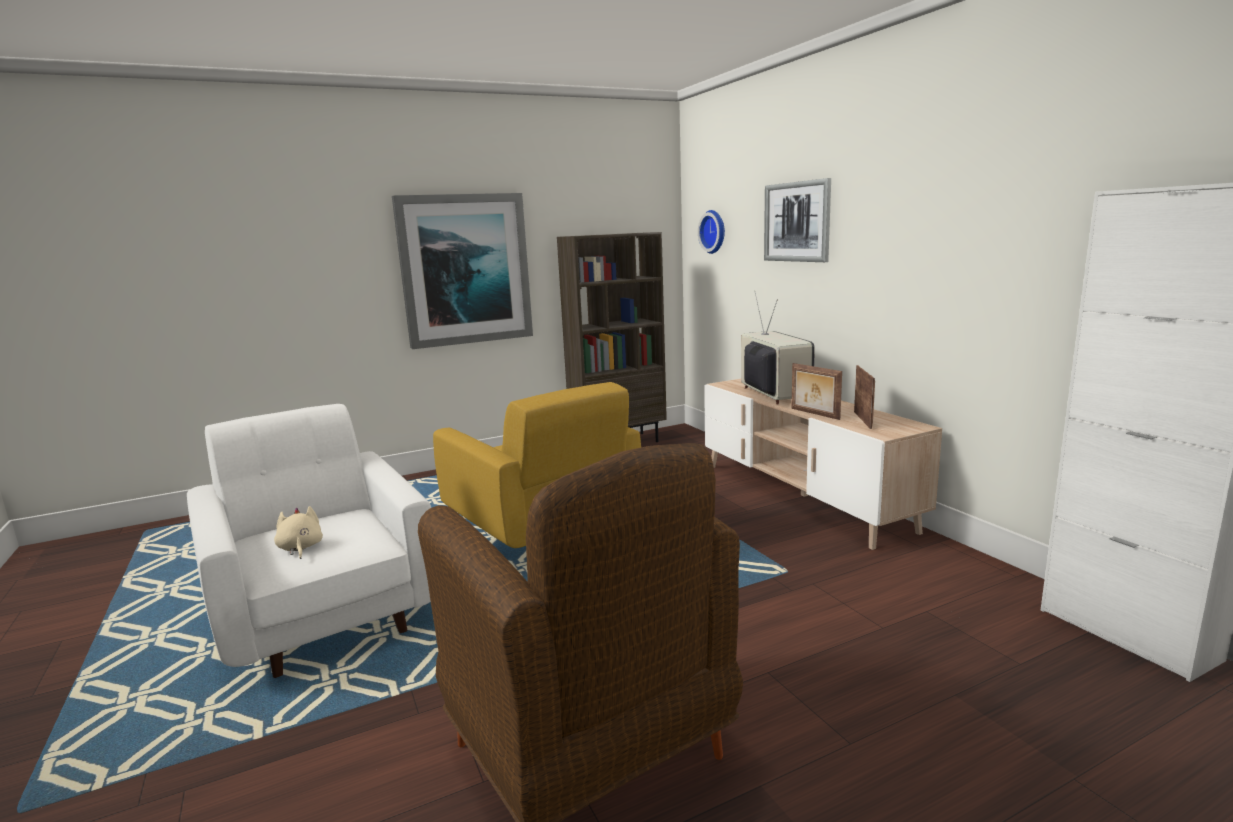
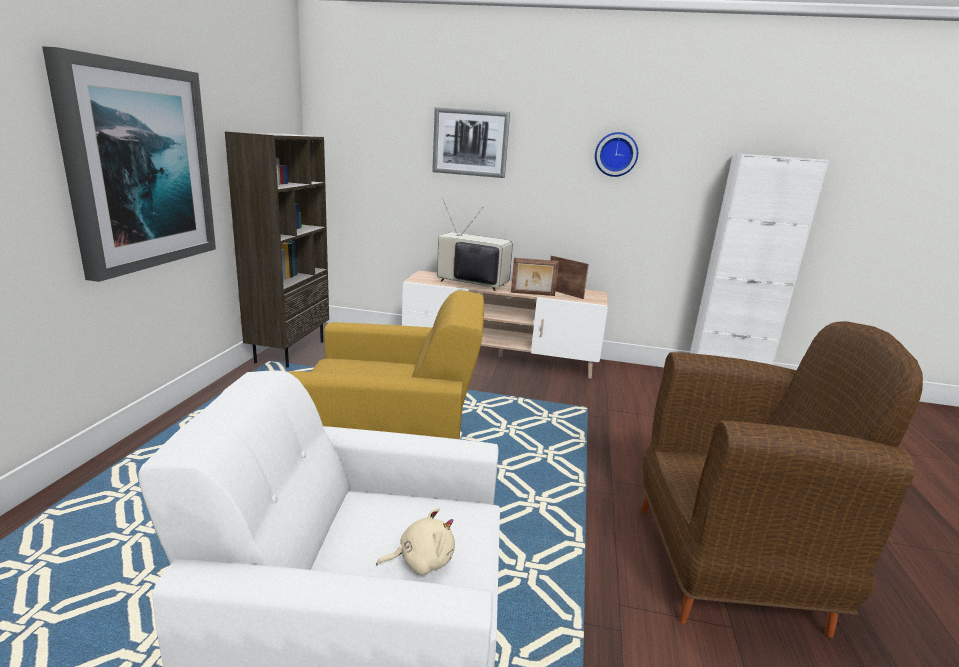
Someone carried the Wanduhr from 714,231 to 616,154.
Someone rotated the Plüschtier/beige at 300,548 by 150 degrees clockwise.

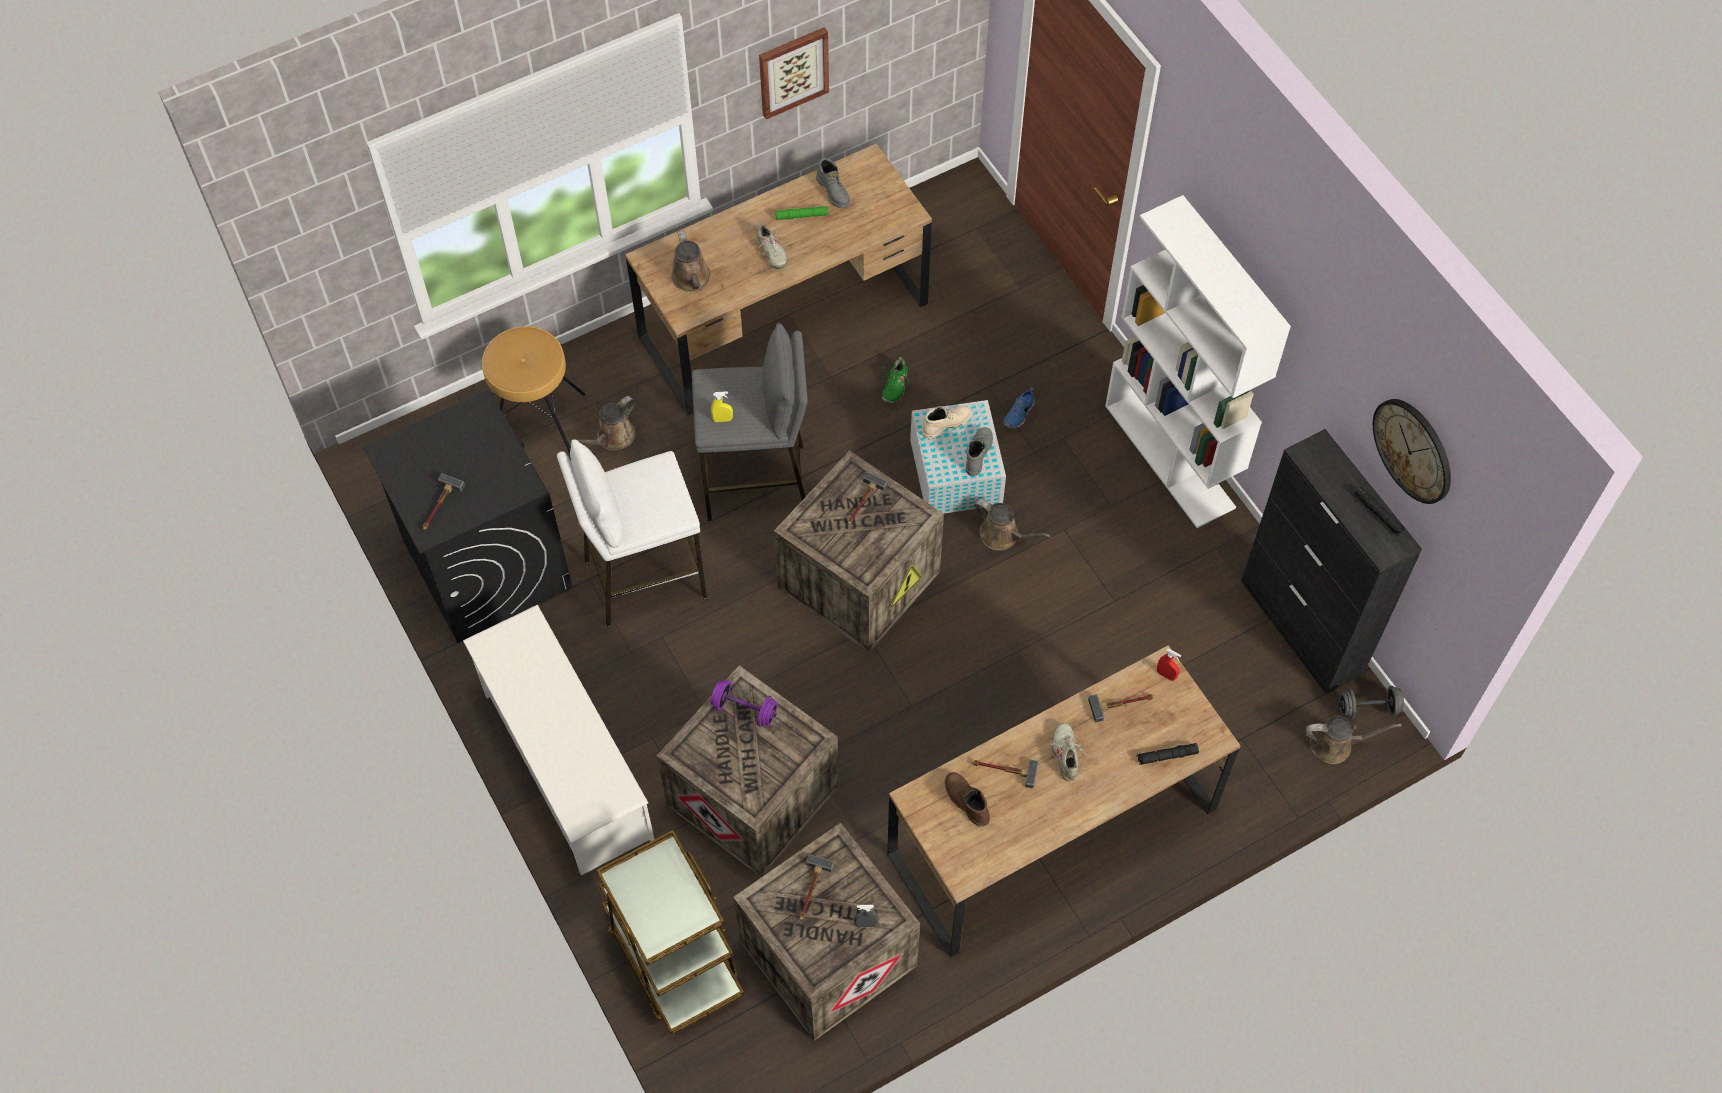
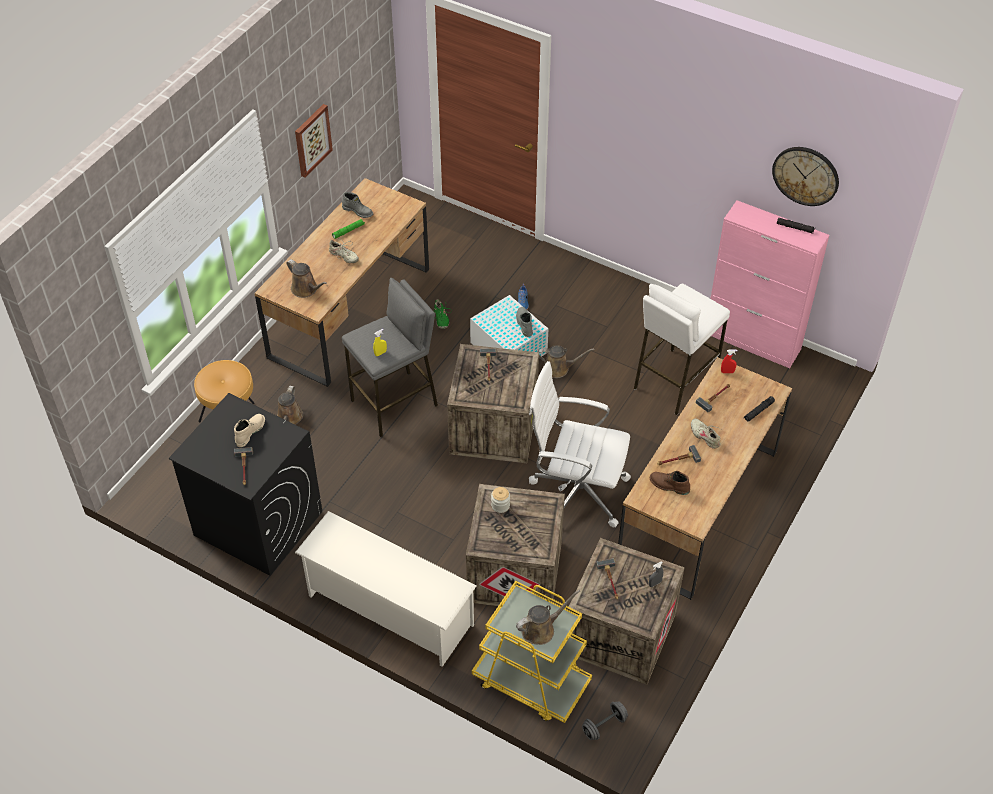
Someone took away the Bücherregal/weiß at 1171,456.
Someone carried the Stiefel/beige from 946,424 to 249,432.
Someone repainted the Schrank/schwarz at 1302,627, which became the Schrank/rosa at 753,341.
Someone carried the Hocker/weiß from 644,577 to 674,382.
Someone swapped the Hantel/lila at 744,710 for the Vorratsglas at 500,505.
Someone carried the Hantel/grau from 1368,708 to 604,725.
Someone carried the Gießkanne/braun from 1335,745 to 541,629.
Someone repainted the Rollwagen/braun at 673,955, which became the Rollwagen/gelb at 530,682.
Someone put down the Bürostuhl/weiß at 576,491.

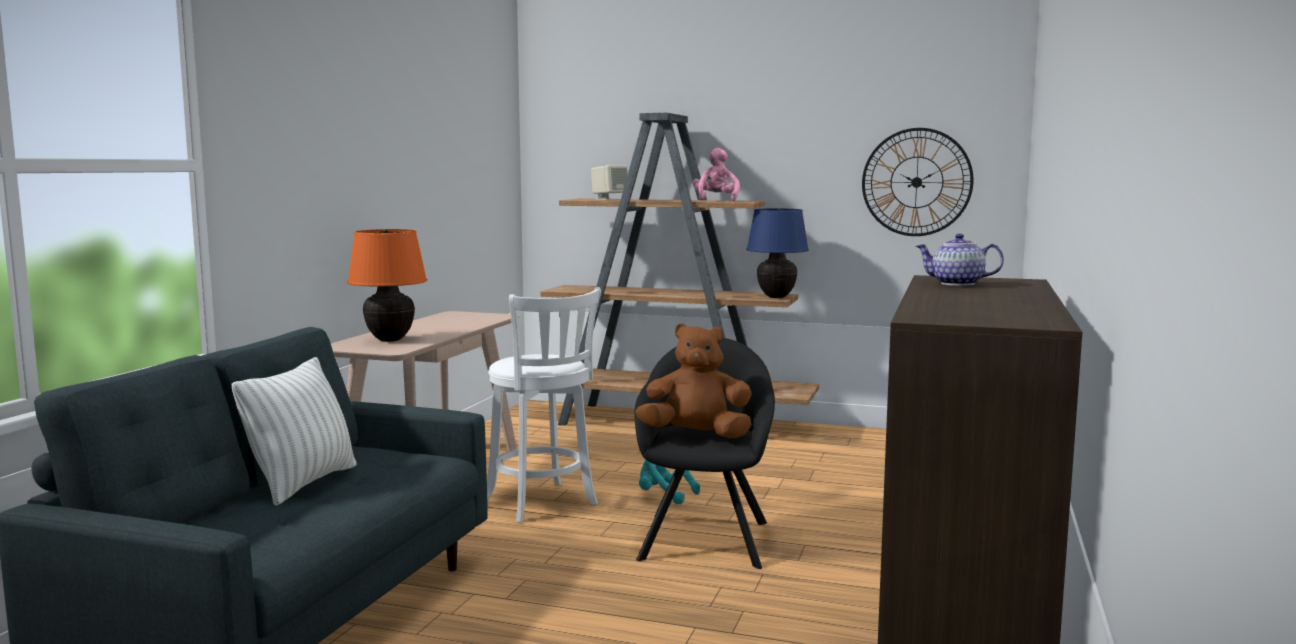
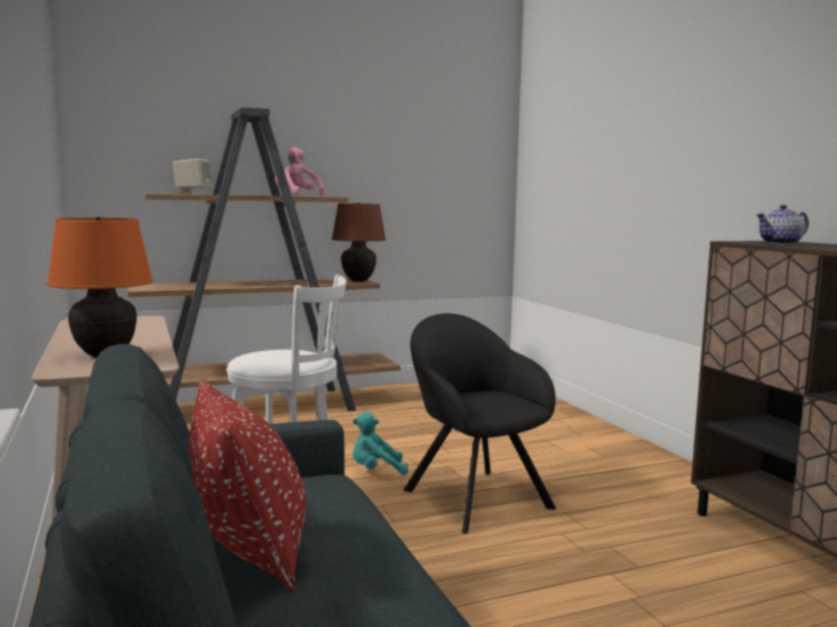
Someone took away the Wanduhr at 916,182.
Someone repainted the Tischlampe/blau at 776,297, which became the Tischlampe/braun at 358,281.
Someone took away the Plüschtier/braun at 696,435.
Someone repainted the Kissen/weiß at 303,483, which became the Kissen/rot at 249,552.

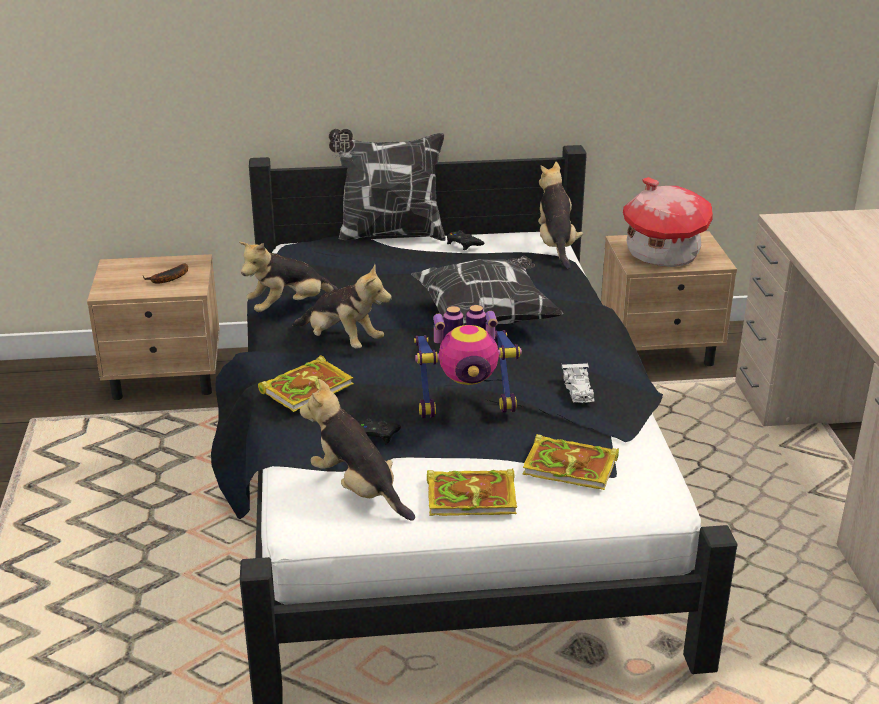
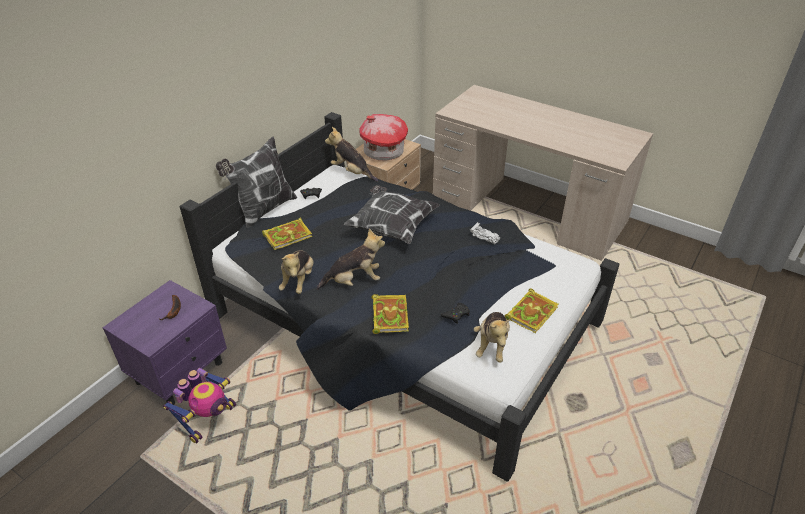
Someone repainted the Nachttisch/beige at 166,378, which became the Nachttisch/lila at 181,371.
Someone carried the Spielzeugroboter from 466,406 to 209,419.
Someone rotated the Plüschtier at 358,490 by 75 degrees counterclockwise.
Someone carried the Buch from 572,467 to 288,235.

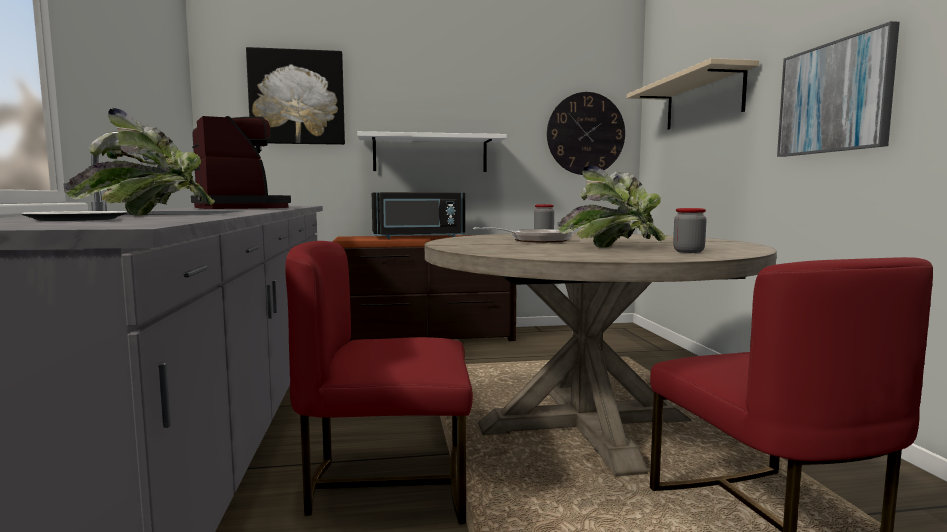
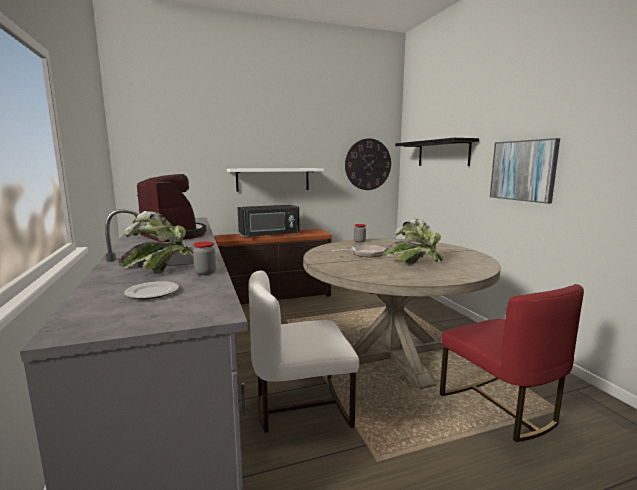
Someone took away the Bild at 297,97.
Someone repainted the Wandregal/beige at 703,100, which became the Wandregal/schwarz at 443,153.
Someone carried the Vorratsglas from 688,251 to 205,272.
Someone repainted the Stuhl/rot at 388,484, which became the Stuhl/weiß at 301,407.

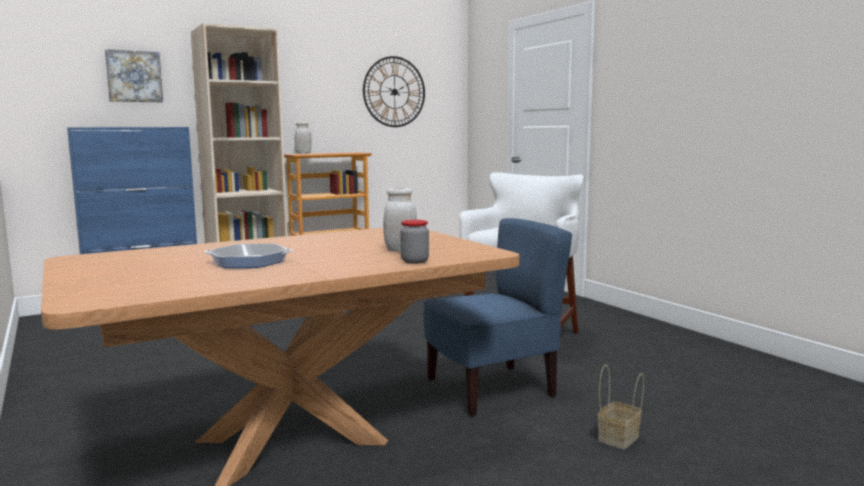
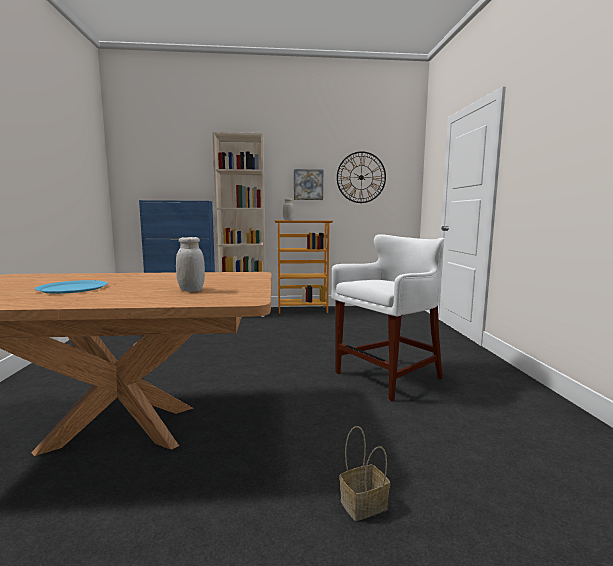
Someone carried the Bild from 134,76 to 308,185.
Someone took away the Stuhl/blau at 491,389.
Someone took away the Vorratsglas at 415,261.
Someone swapped the Pfanne at 249,262 for the Teller/blau at 72,288.

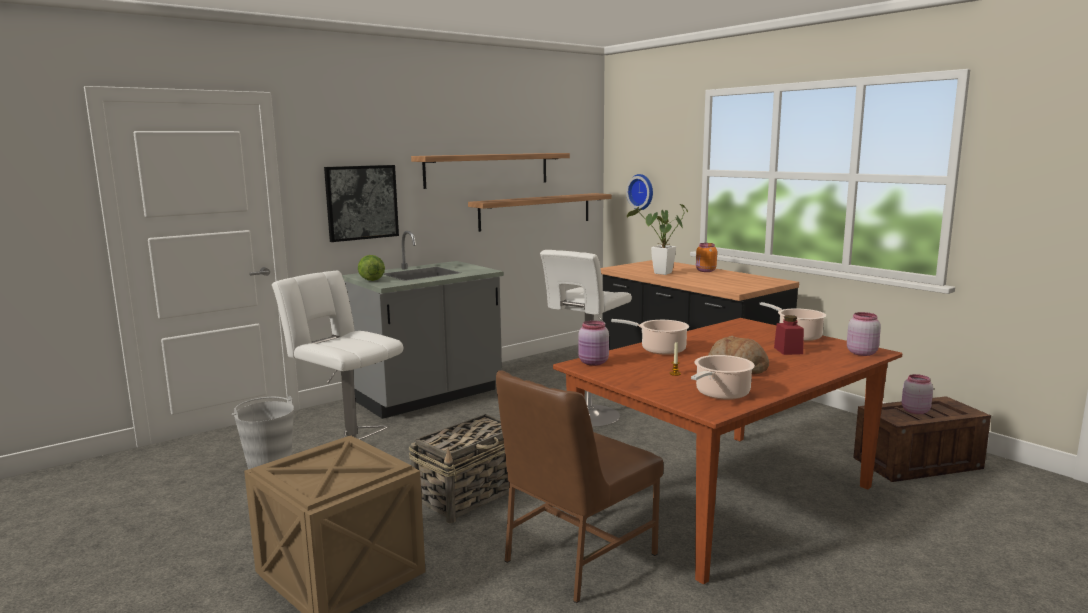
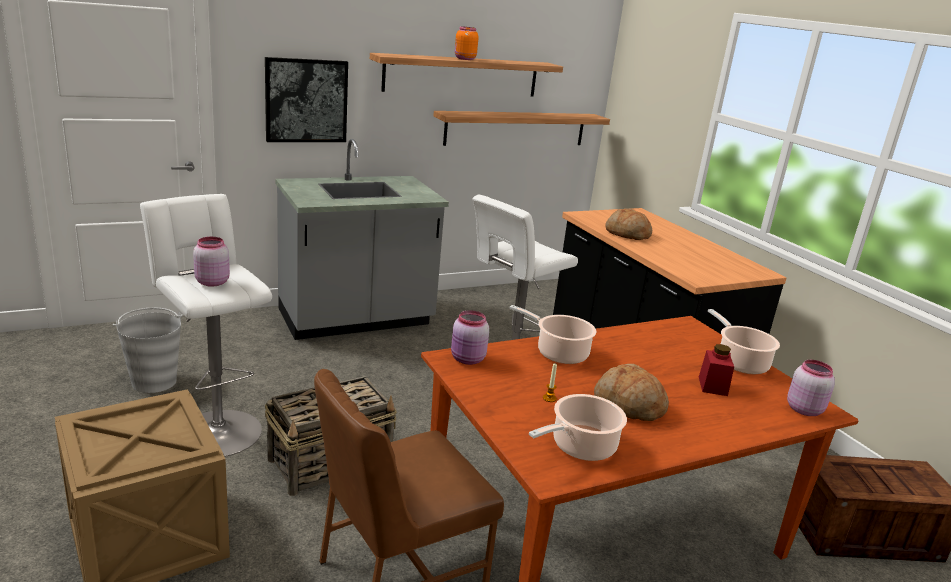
Someone took away the Wanduhr at 642,192.
Someone swapped the Topfpflanze at 660,274 for the Brot at 627,234.
Someone carried the Vorratsglas/orange from 705,271 to 464,59.
Someone took away the Salatkopf at 371,280.
Someone carried the Vorratsglas/rosa from 914,411 to 212,282.

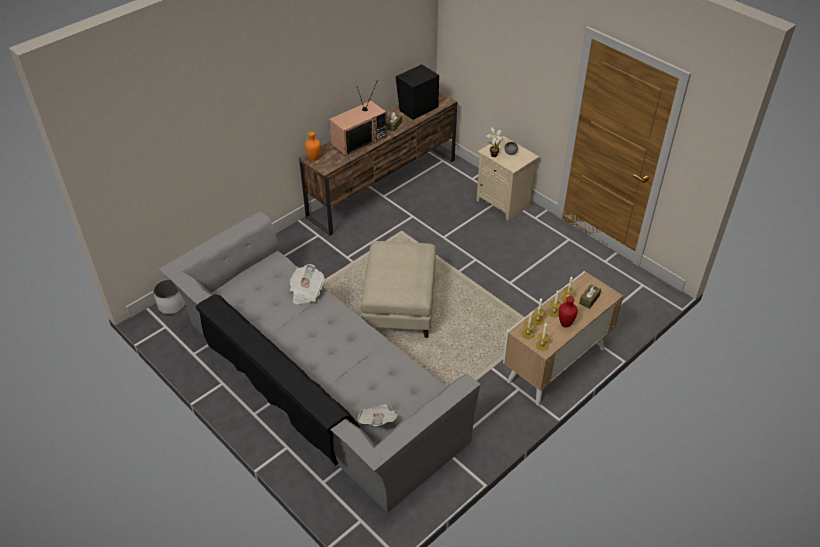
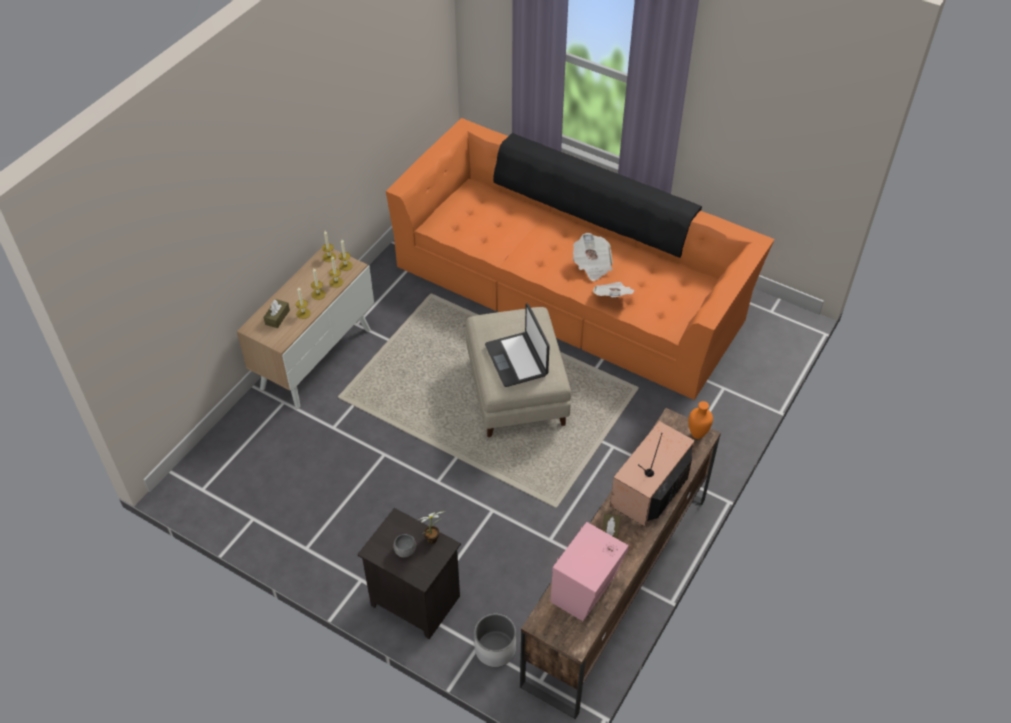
Someone repainted the Lautsprecher/schwarz at 417,108, which became the Lautsprecher/rosa at 586,590.
Someone repainted the Nachttisch/beige at 504,203, which became the Nachttisch/schwarz at 413,601.
Someone repainted the Sofa/grau at 315,384, which became the Sofa/orange at 573,286.
Someone carried the Pflanzkübel/weiß from 172,305 to 495,649.
Someone took away the Vase/rot at 564,324.
Someone carried the Zeitung from 378,421 to 592,265.
Someone put down the Laptop at 517,360.

